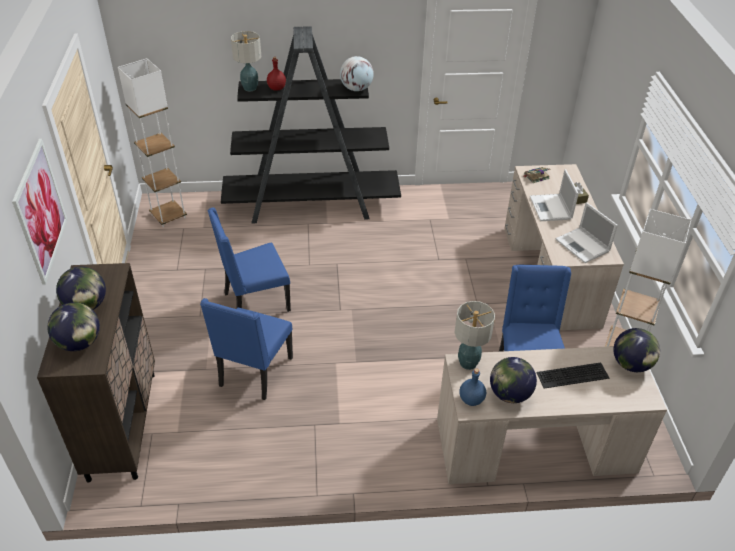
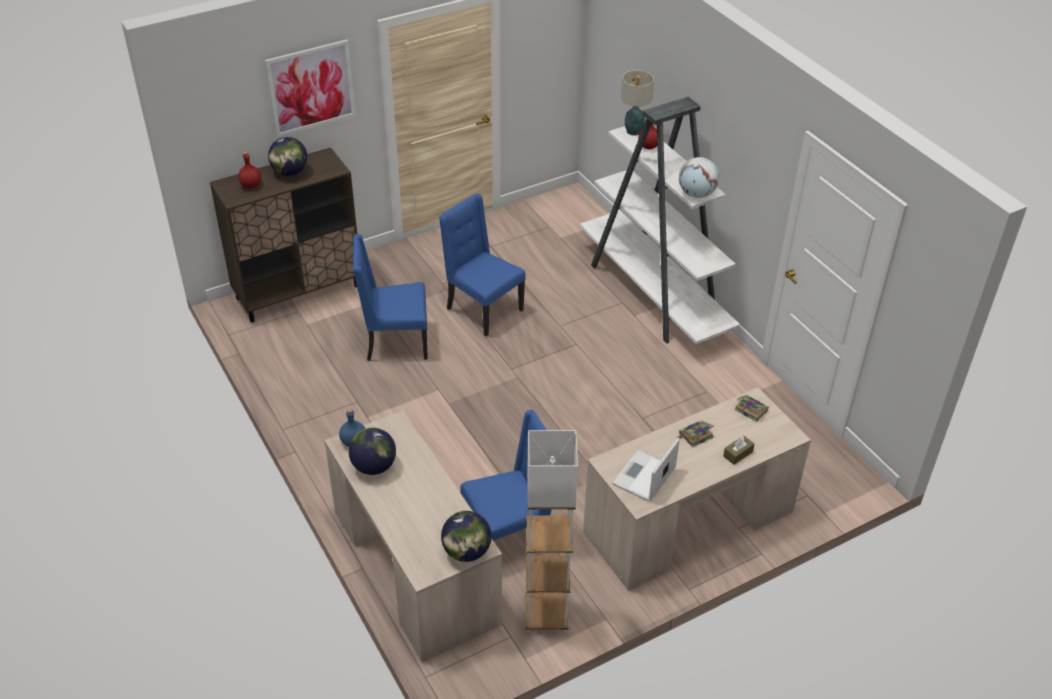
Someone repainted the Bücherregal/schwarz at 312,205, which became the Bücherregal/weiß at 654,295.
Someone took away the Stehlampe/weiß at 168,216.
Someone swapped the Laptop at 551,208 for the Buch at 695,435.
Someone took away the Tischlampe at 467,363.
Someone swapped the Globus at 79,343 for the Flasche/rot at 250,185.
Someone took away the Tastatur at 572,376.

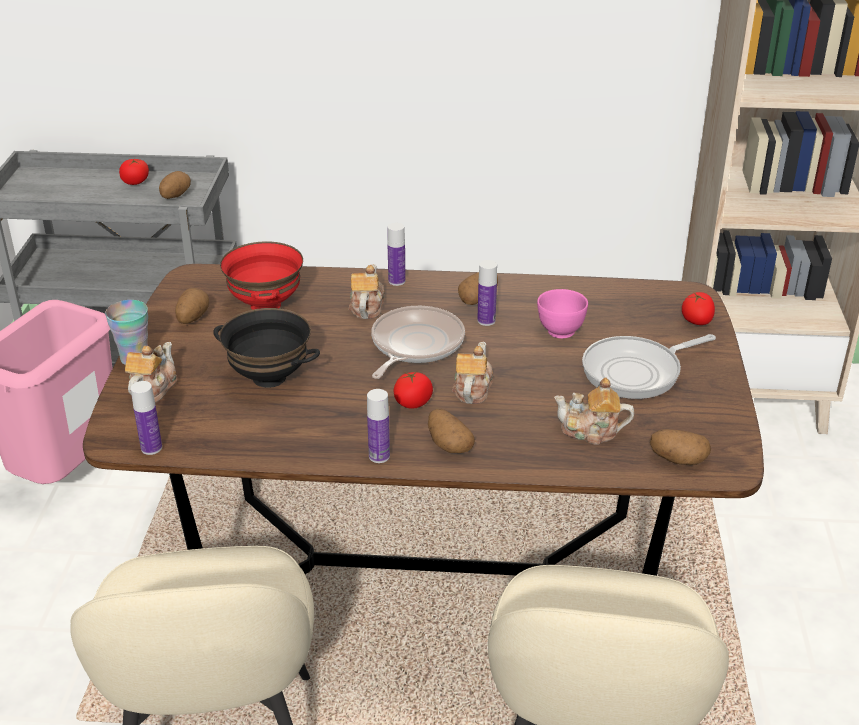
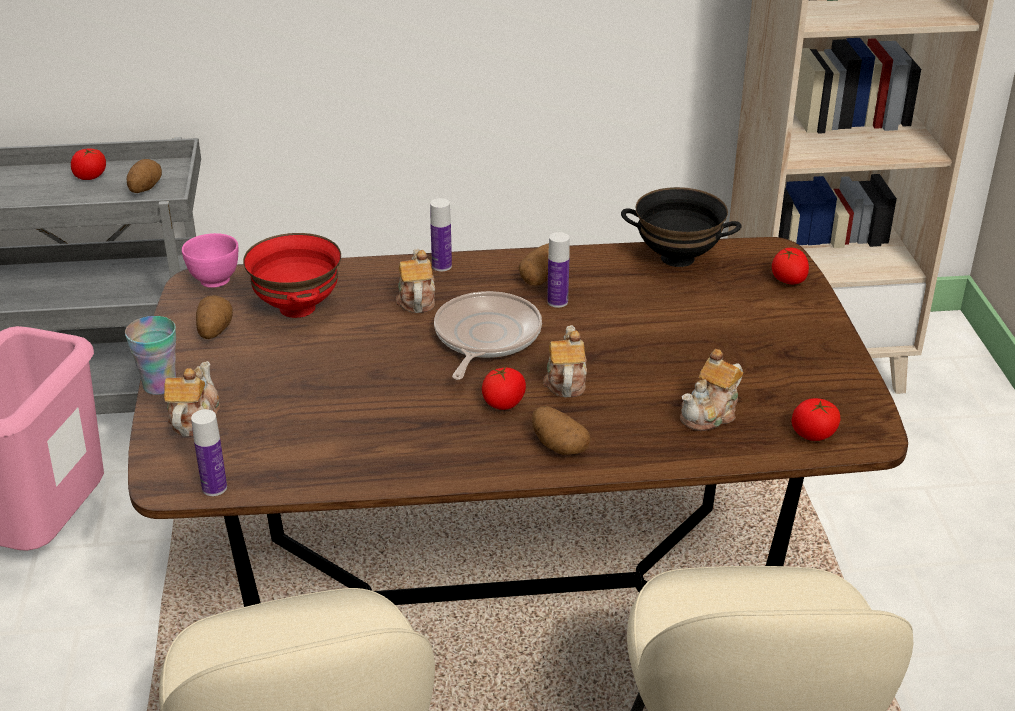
Someone carried the Schüssel/rosa from 560,331 to 214,280.
Someone carried the Schüssel/schwarz from 268,378 to 677,259.
Someone took away the Pfanne at 636,372.
Someone rotated the Teekanne at 591,431 by 45 degrees counterclockwise.
Someone took away the Flasche at 379,456.
Someone swapped the Kartoffel at 678,459 for the Tomate at 813,434.

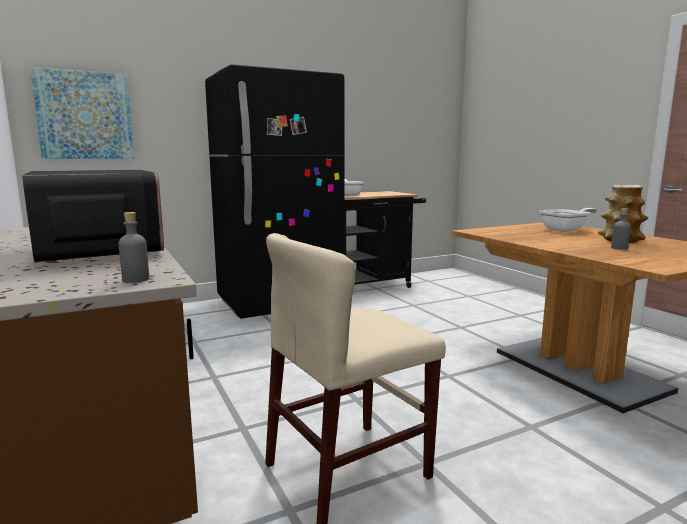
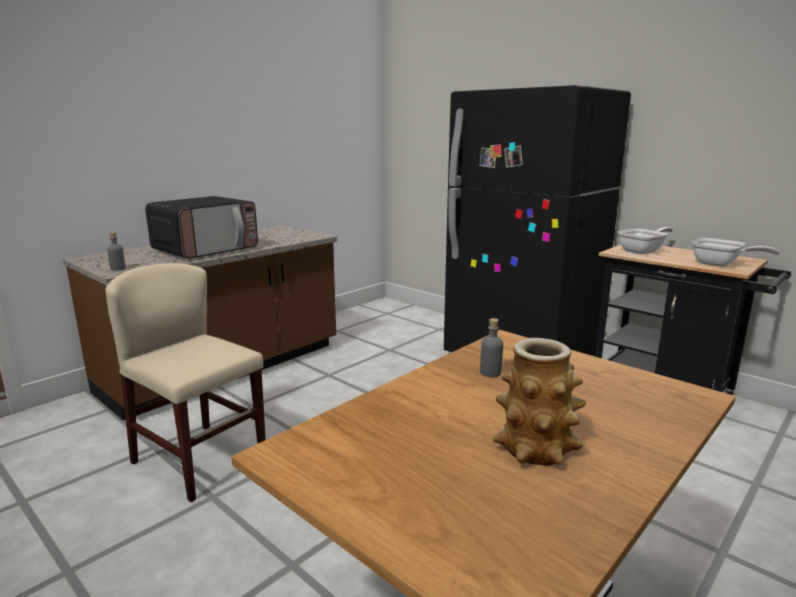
Someone took away the Bild at 85,115.
Someone carried the Pfanne from 566,230 to 721,265.
Someone carried the Flasche/grau from 619,248 to 490,372.

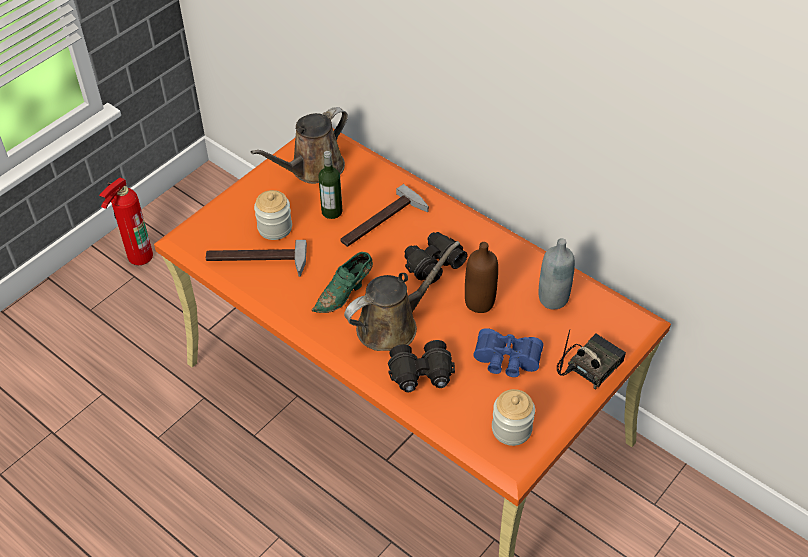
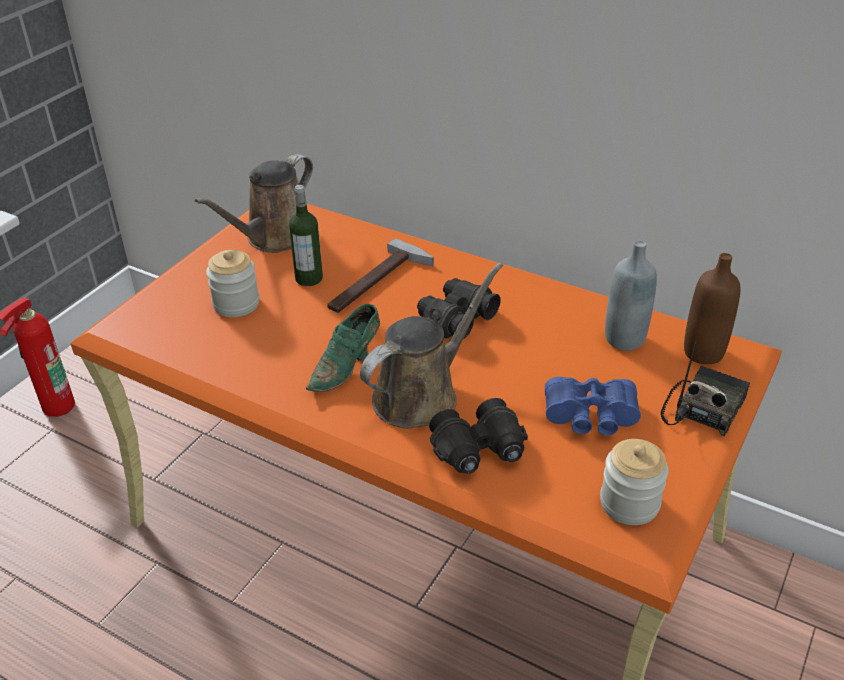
Someone took away the Hammer at 256,261.
Someone carried the Flasche/braun from 479,302 to 703,352.

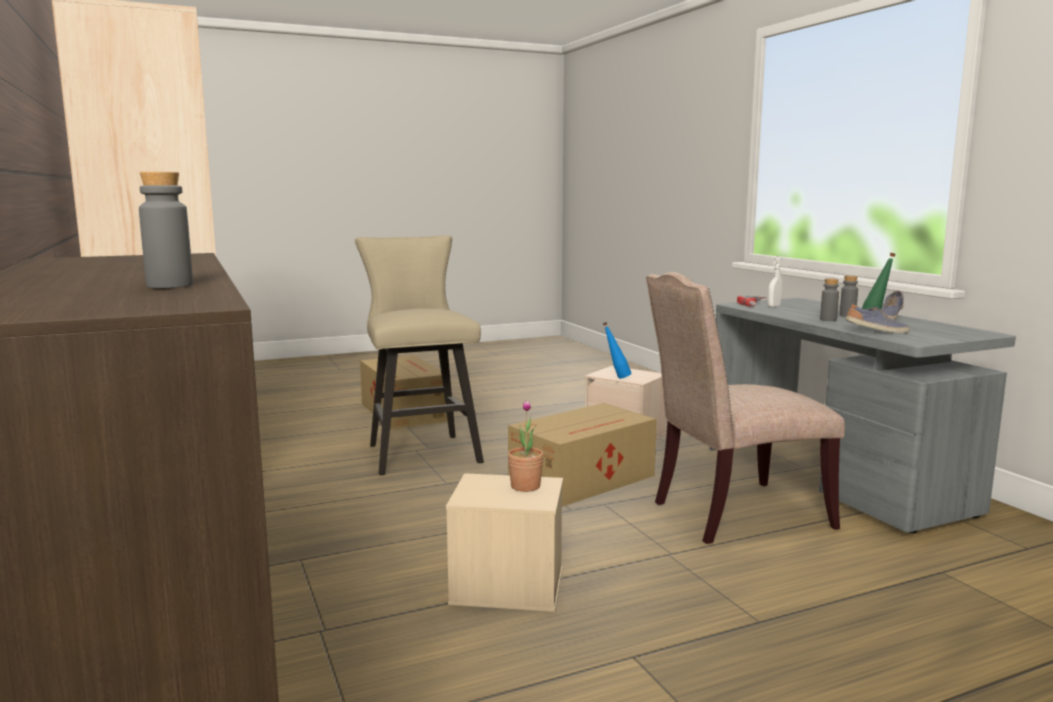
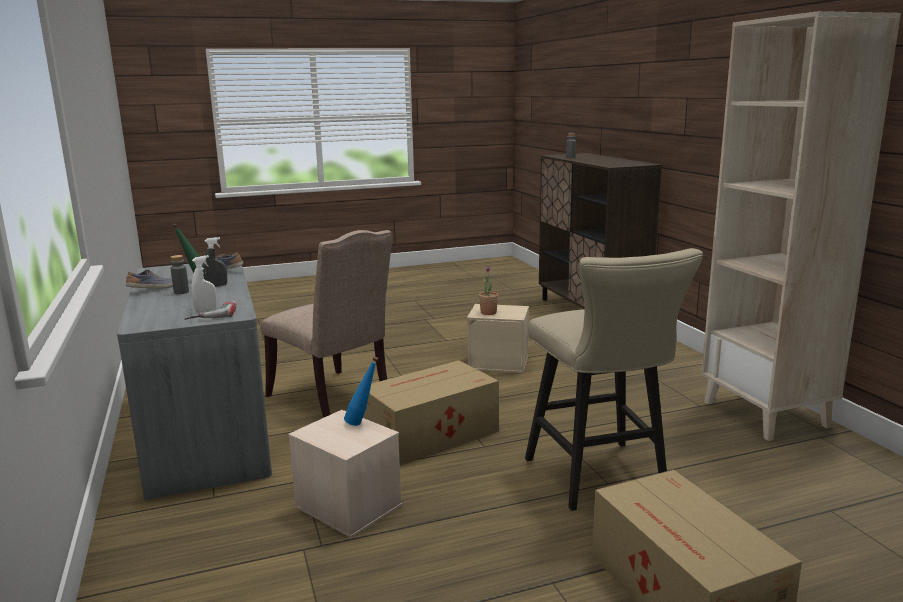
Someone rotated the Stuhl/beige at 733,515 by 60 degrees clockwise.
Someone swapped the Flasche/grau at 828,320 for the Sprühflasche/grau at 217,286.

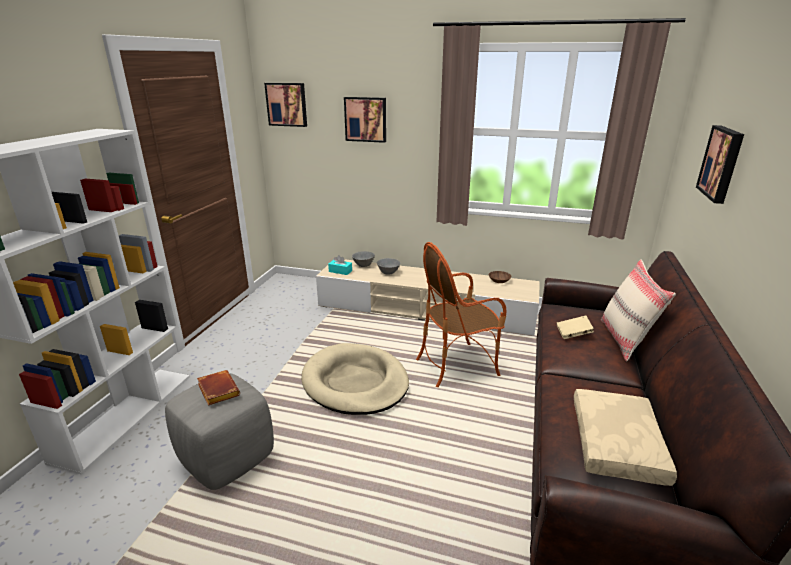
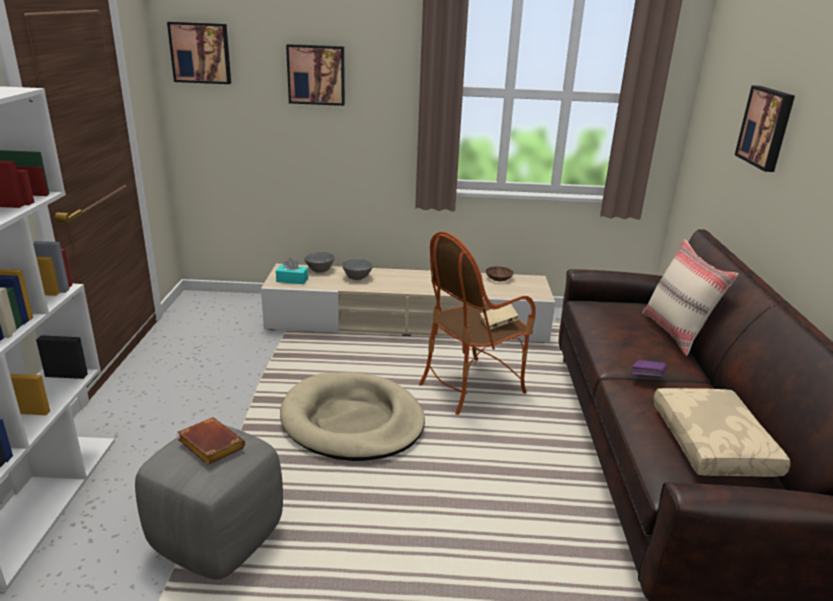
Someone carried the Buch/beige from 573,334 to 498,324.
Someone put down the Buch/lila at 647,377.

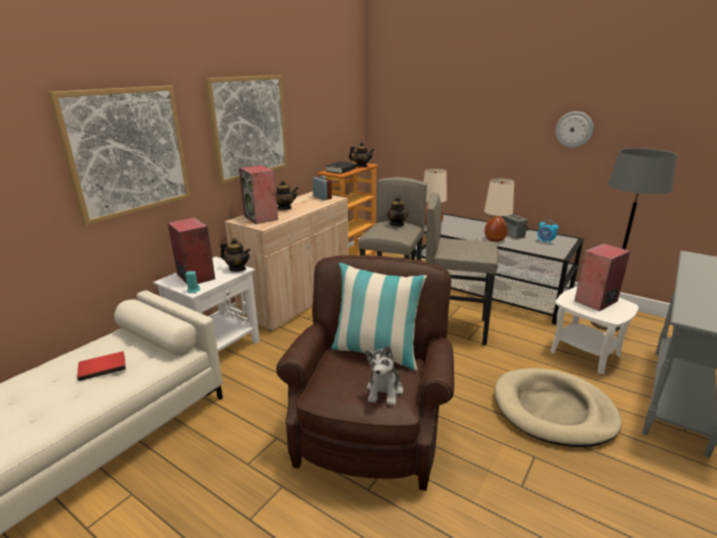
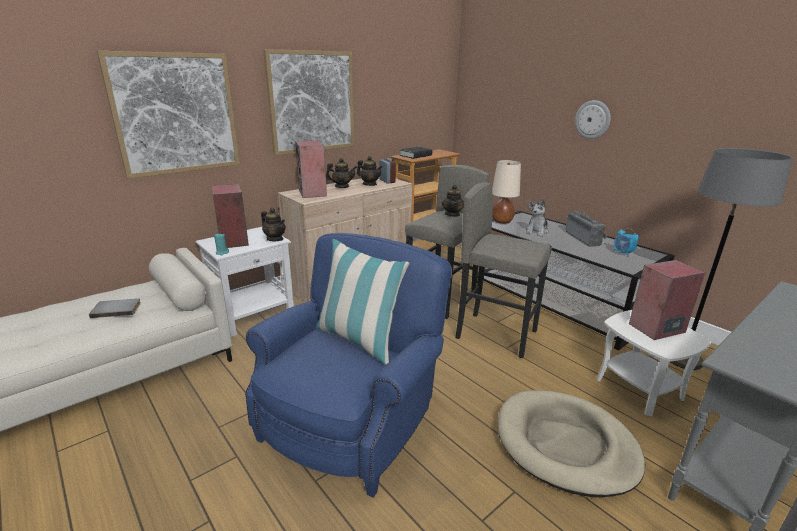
Someone carried the Wanduhr from 574,129 to 593,119.
Someone carried the Teekanne from 361,166 to 369,184.
Someone took away the Tischlampe/beige at 494,239.
Someone repainted the Sessel/braun at 371,427, which became the Sessel/blau at 353,418.
Someone carried the Plüschtier from 384,391 to 537,231.
Someone repainted the Buch/rot at 102,366, which became the Buch/grau at 117,309.

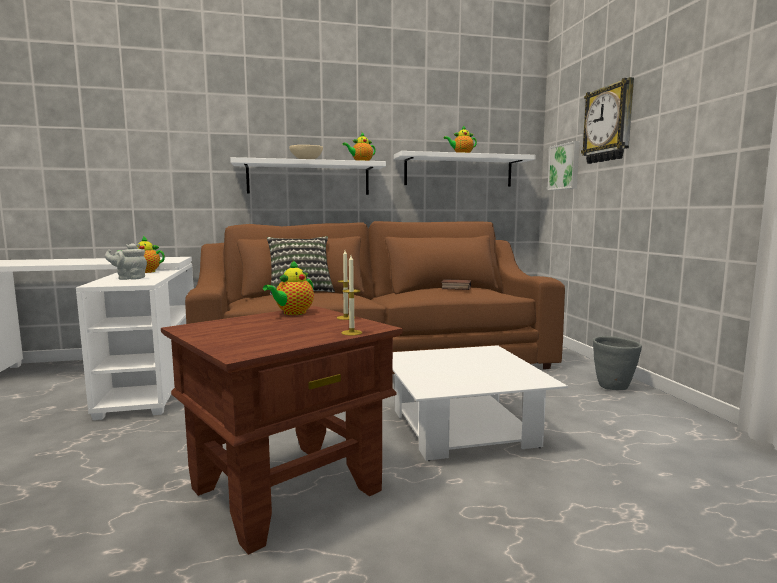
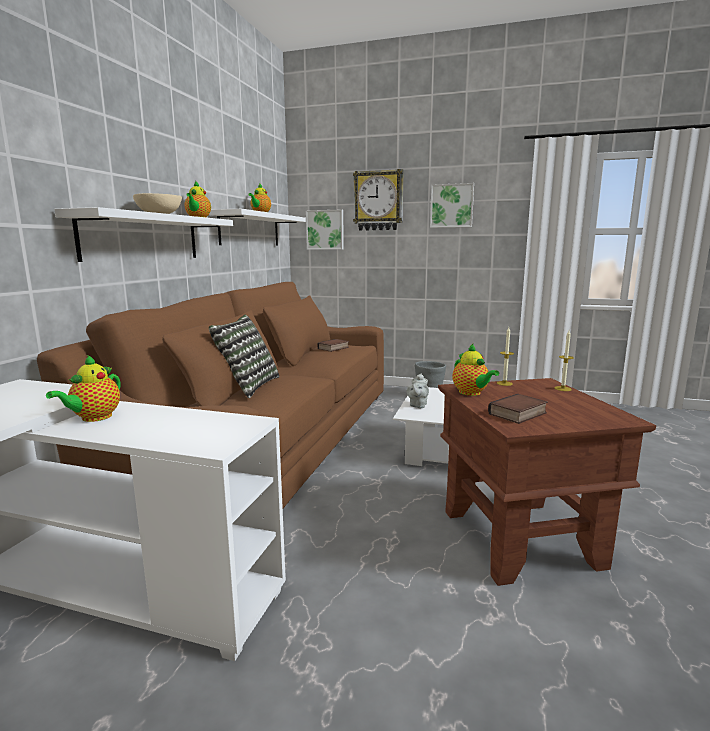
Someone carried the Teekanne/grau from 129,278 to 417,405.
Someone put up the Bild at 452,206.
Someone put down the Buch at 518,414.

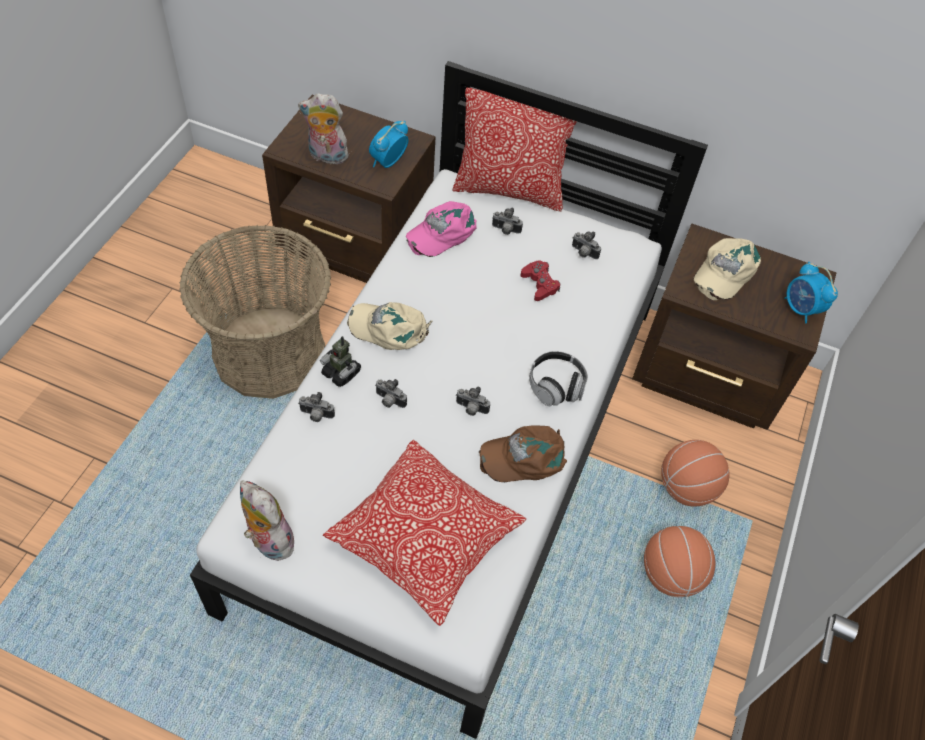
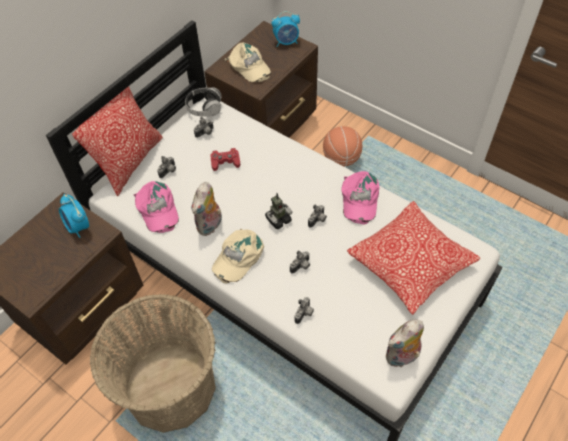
Someone carried the Plüschtier from 326,157 to 210,226.
Someone carried the Spielzeugroboter from 341,373 to 278,220.
Someone carried the Kopfhörer from 556,386 to 204,108.
Someone repainted the Kappe/braun at 524,457, which became the Kappe/rosa at 359,199.
Someone took away the Basketball at 671,575.

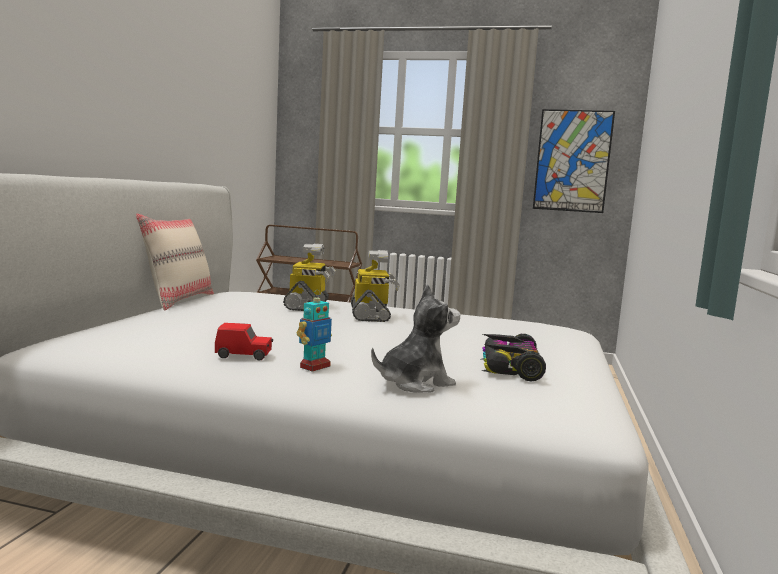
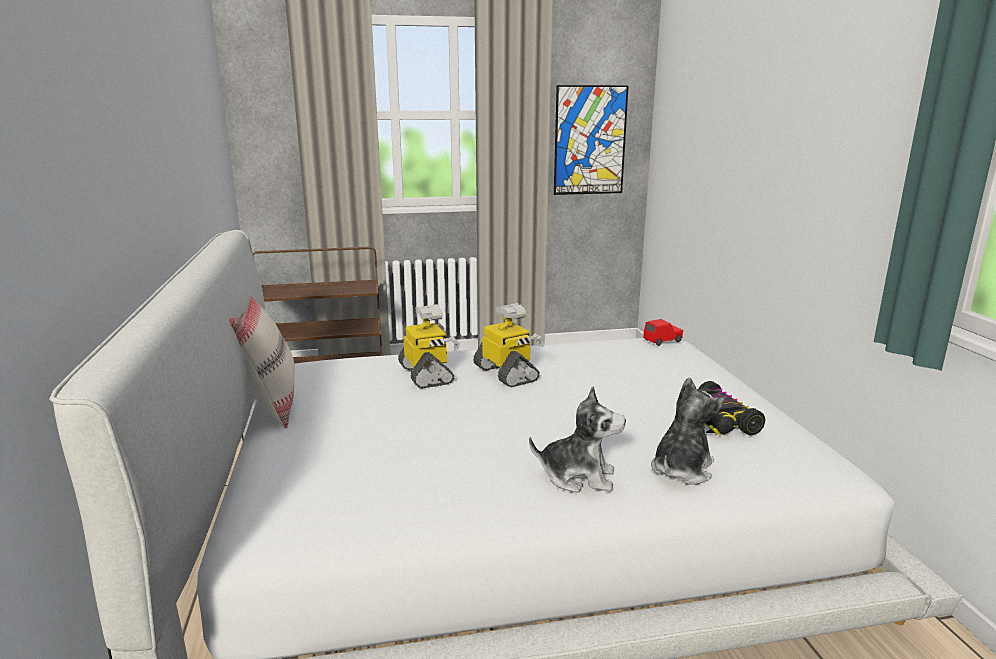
Someone swapped the Spielzeugroboter at 314,367 for the Plüschtier at 578,476.
Someone carried the Spielzeugauto/rot from 244,355 to 662,341.

